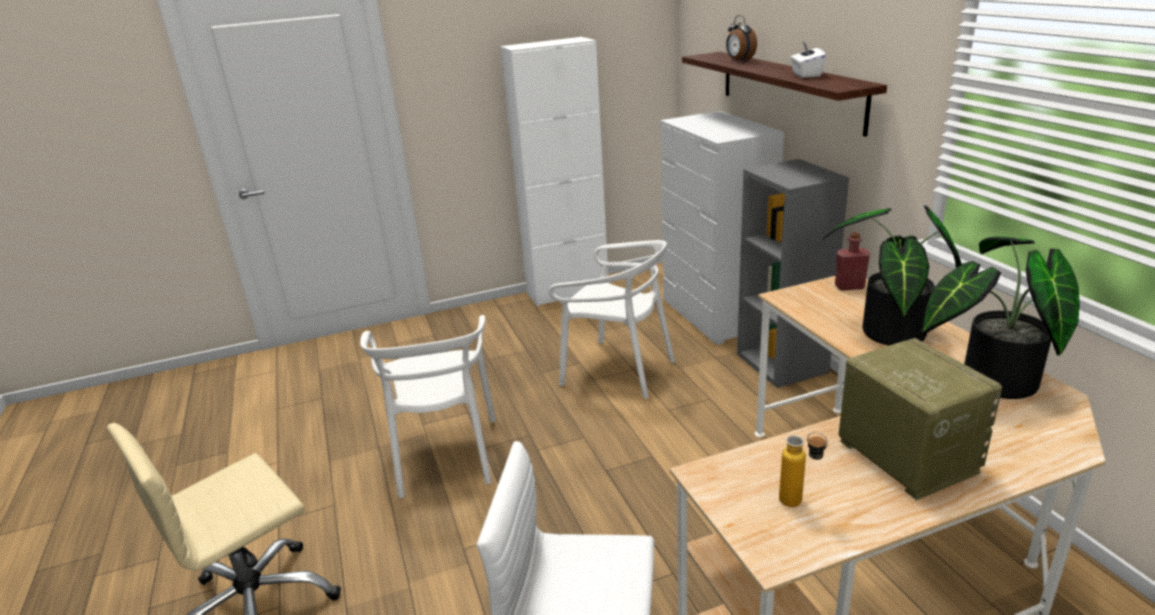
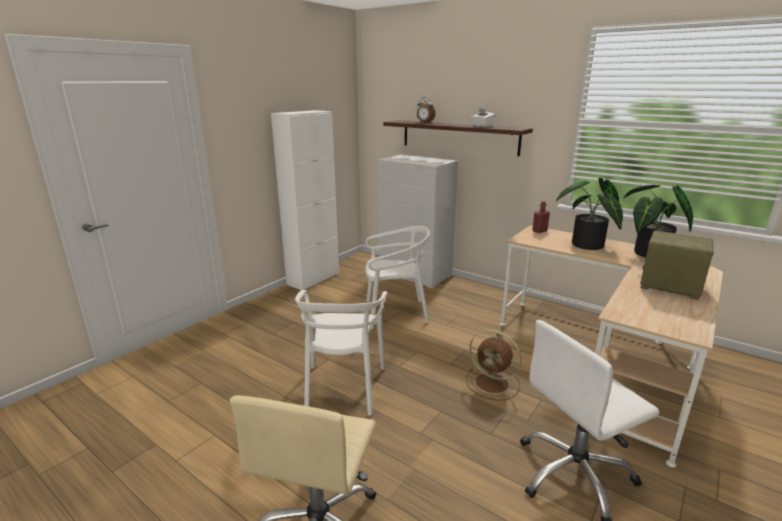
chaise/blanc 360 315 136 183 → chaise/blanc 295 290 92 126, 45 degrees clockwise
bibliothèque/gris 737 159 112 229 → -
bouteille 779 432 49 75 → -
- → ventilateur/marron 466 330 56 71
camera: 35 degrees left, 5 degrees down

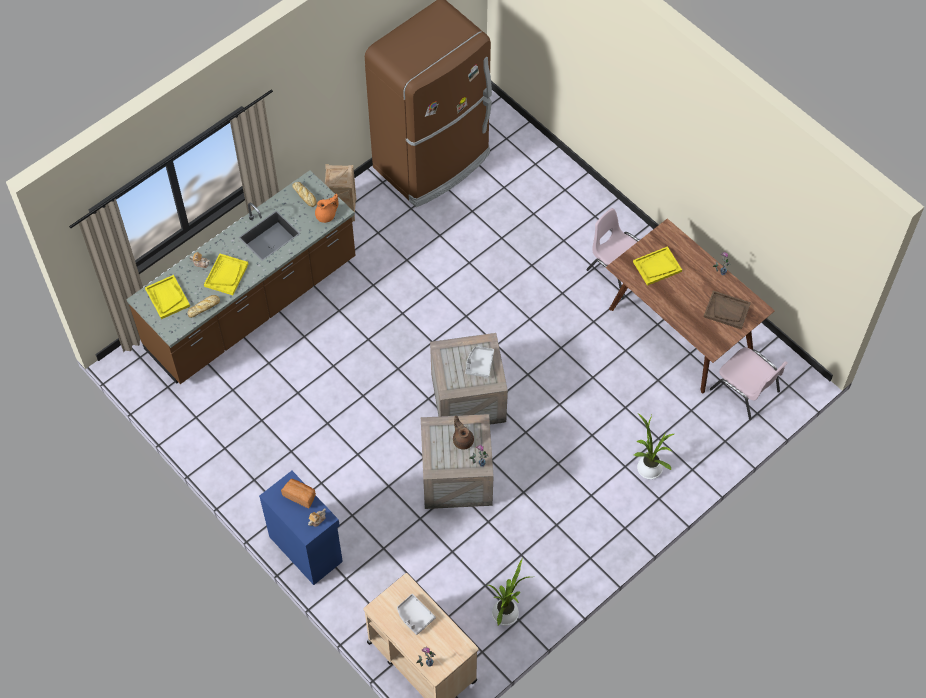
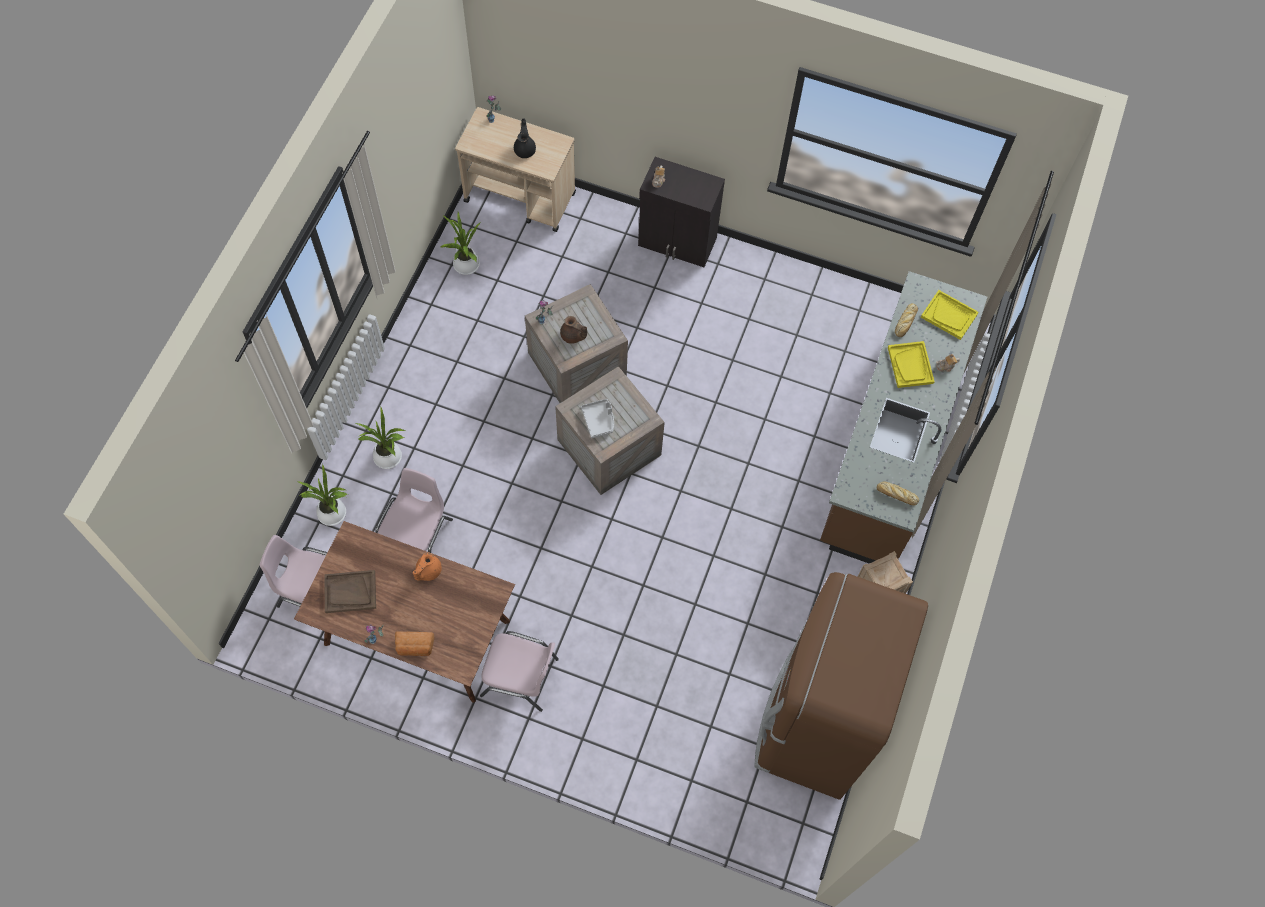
meuble de rangement/bleu 259 471 84 114 → meuble de rangement/noir 638 157 87 110
pain 281 479 35 30 → pain 395 631 40 25, moved
théière/orange 315 194 23 29 → théière/orange 413 553 29 28, moved
plateau/gris 397 594 39 41 → théière/noir 514 118 22 40
plateau/jaune 633 246 49 40 → -
- → plante en pot 296 464 52 62
- → chaise/rose 375 468 78 85
camera: 150 degrees right, 5 degrees up

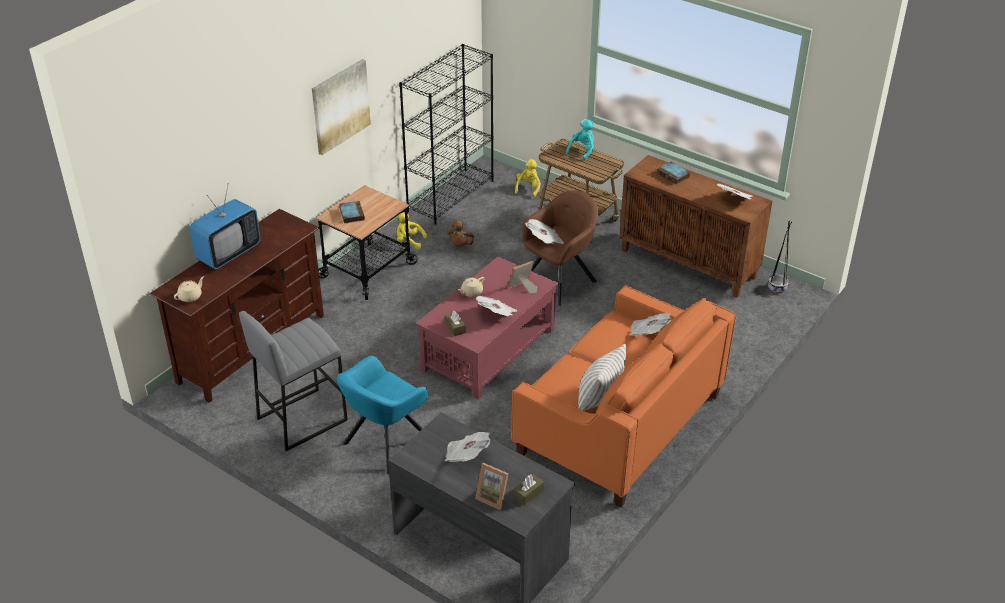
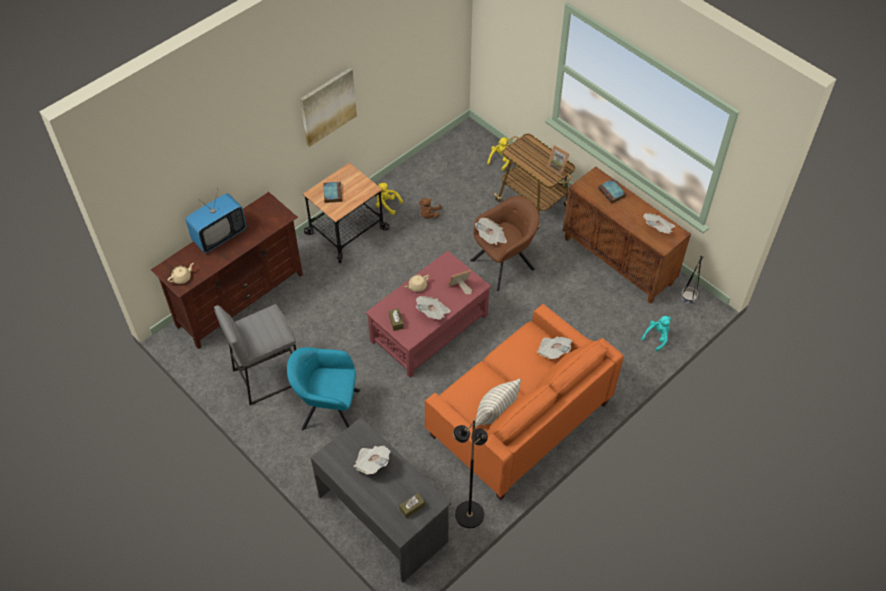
fauteuil/turquoise 337 356 91 118 → fauteuil/turquoise 287 347 73 83, 45 degrees clockwise
bibliothèque/noir 399 44 95 181 → -
cadre photo 475 463 34 47 → cadre photo 547 145 22 31, moved
peluche/turquoise 566 119 28 42 → peluche/turquoise 641 316 30 36, moved
- → lampadaire/noir 453 419 35 109
camera: 10 degrees right, 15 degrees up

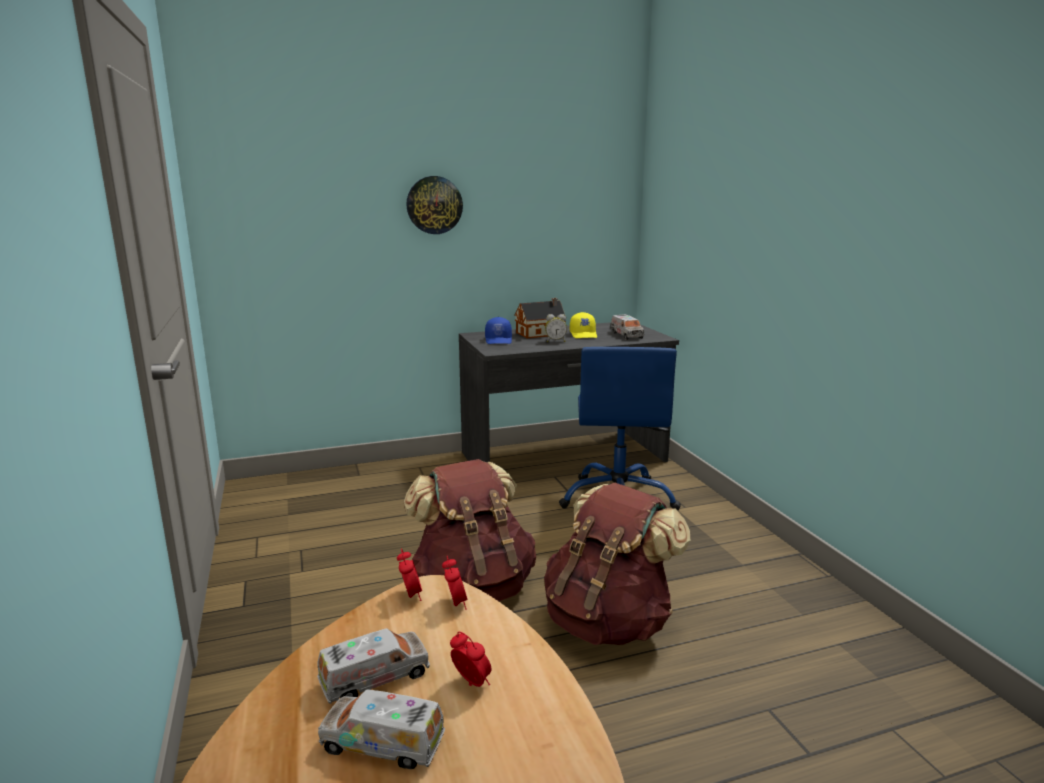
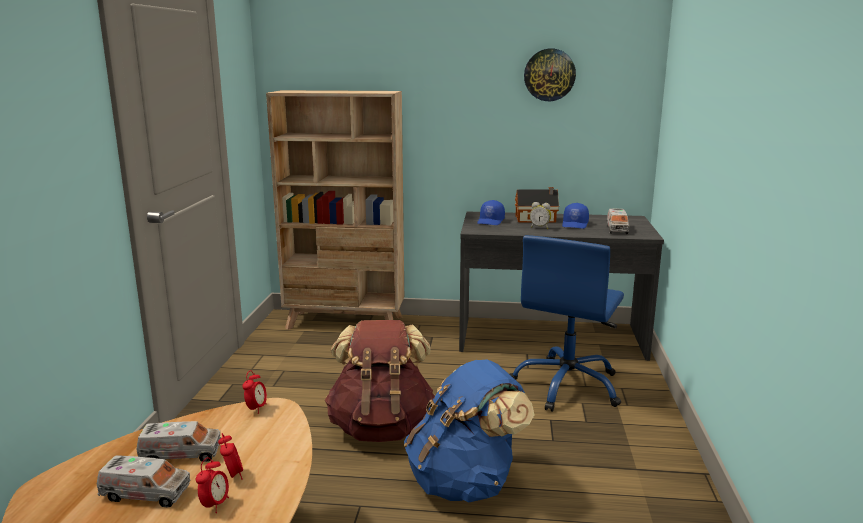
camion jouet 318 689 127 80 → camion jouet 97 455 94 53, 150 degrees clockwise
horloge murale 406 176 57 58 → horloge murale 524 49 52 52, moved
réveil 442 556 25 54 → réveil 196 457 33 56, moved
sac à dos/marron 544 483 147 162 → sac à dos/bleu 404 359 130 144
casquette/jaune 570 312 27 26 → casquette/bleu 562 203 27 26
- → bibliothèque/beige 266 90 138 240
camera: 25 degrees right, 0 degrees up

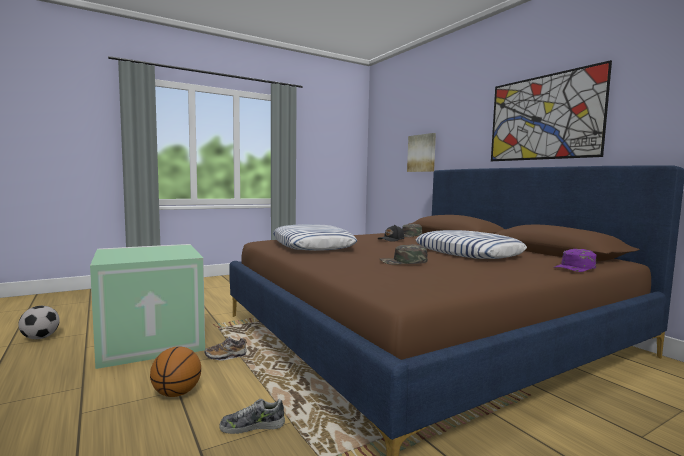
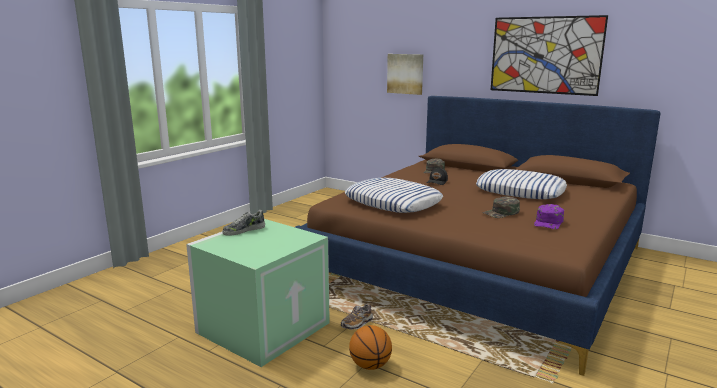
ballon de foot 18 306 42 33 → -
chaussure 219 399 66 35 → chaussure 222 210 43 26, moved
casquette/violet 555 249 41 23 → casquette/violet 534 204 30 25, moved
camera: 25 degrees left, 10 degrees up

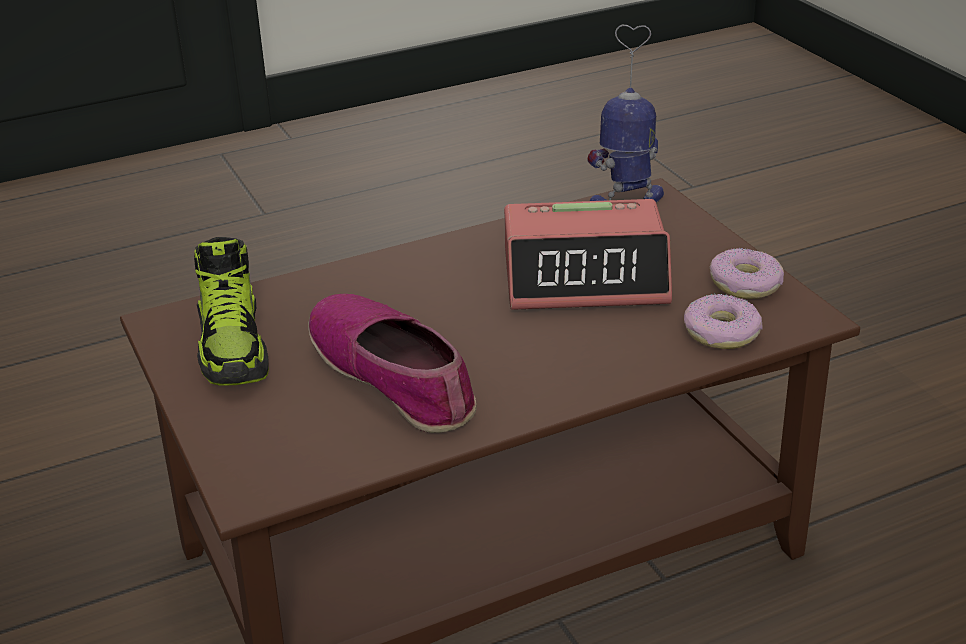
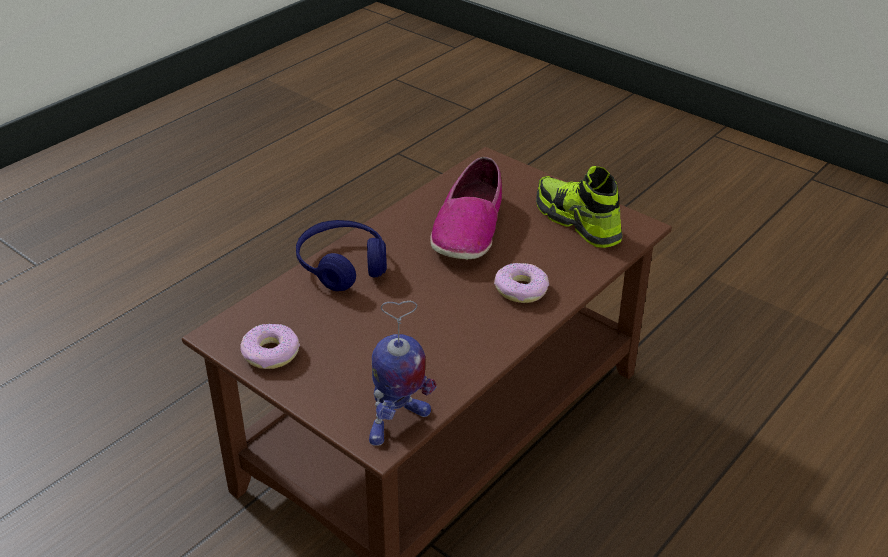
chaussure 308 294 169 139 → chaussure 430 157 72 103, 75 degrees clockwise
réveil 504 199 168 111 → -
beignet 684 294 79 55 → beignet 494 263 55 40, moved
- → casque audio/bleu 296 220 91 71
camera: 155 degrees right, 5 degrees up

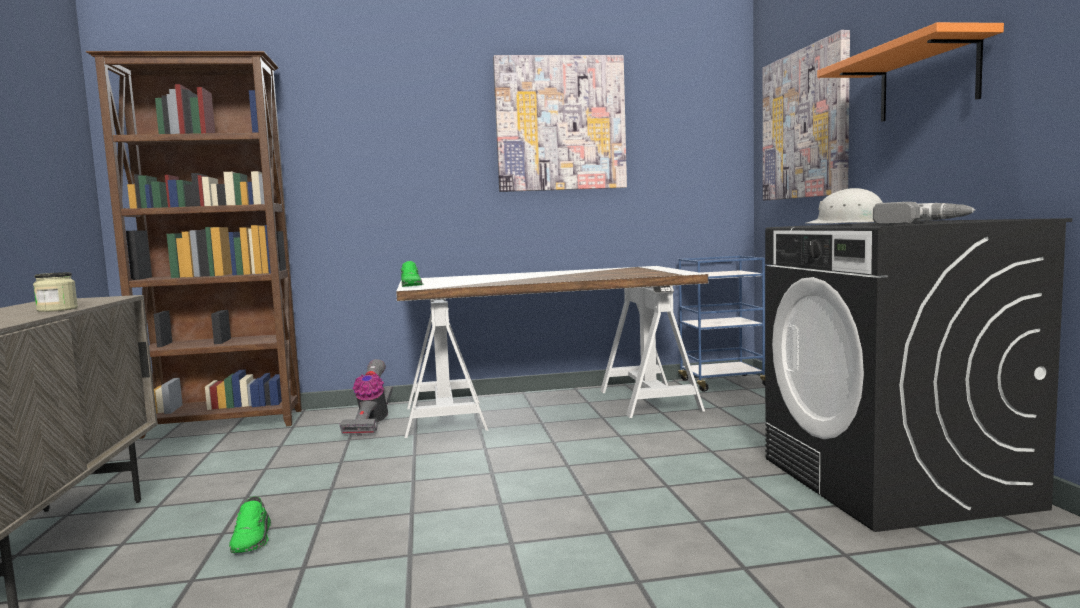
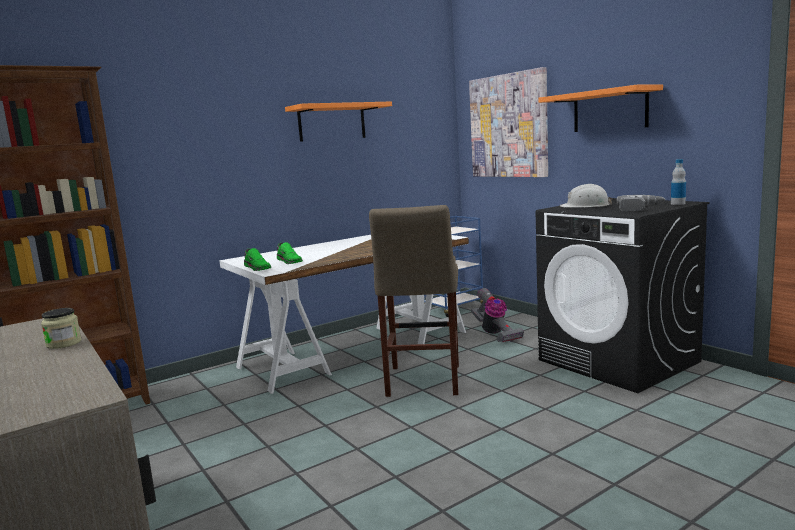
chaussure/vert 229 496 42 57 → chaussure/vert 277 242 26 22, moved
aspirateur 340 359 53 77 → aspirateur 471 288 53 54, moved
tableau 493 55 134 137 → étagère/orange 285 102 107 40
- → tabouret/beige 369 205 90 192
- → bouteille 671 159 15 46
camera: 25 degrees left, 5 degrees up

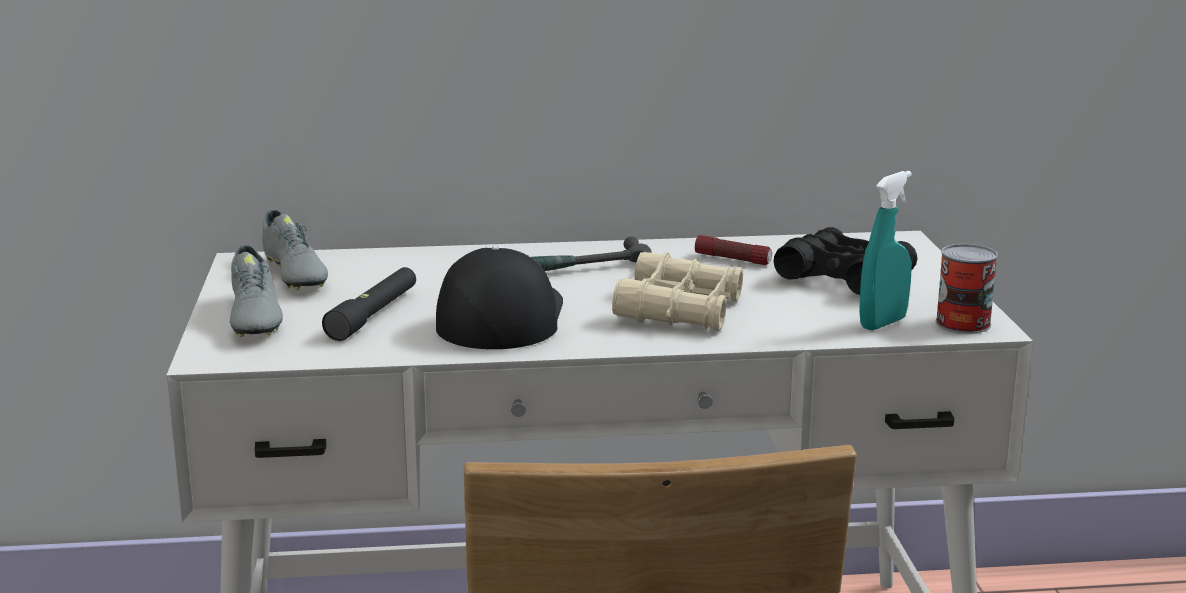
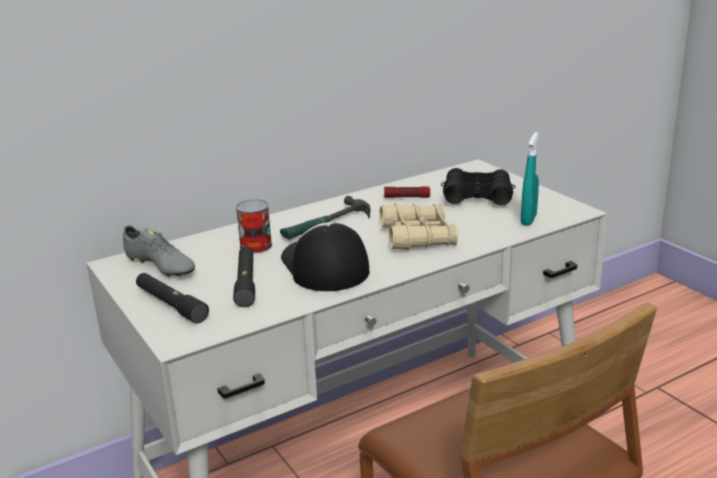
chaussure/gris 230 245 53 92 → lampe de poche/noir 136 273 73 51
boîte métallique 936 244 62 90 → boîte métallique 236 199 36 55, moved
camera: 25 degrees left, 5 degrees up

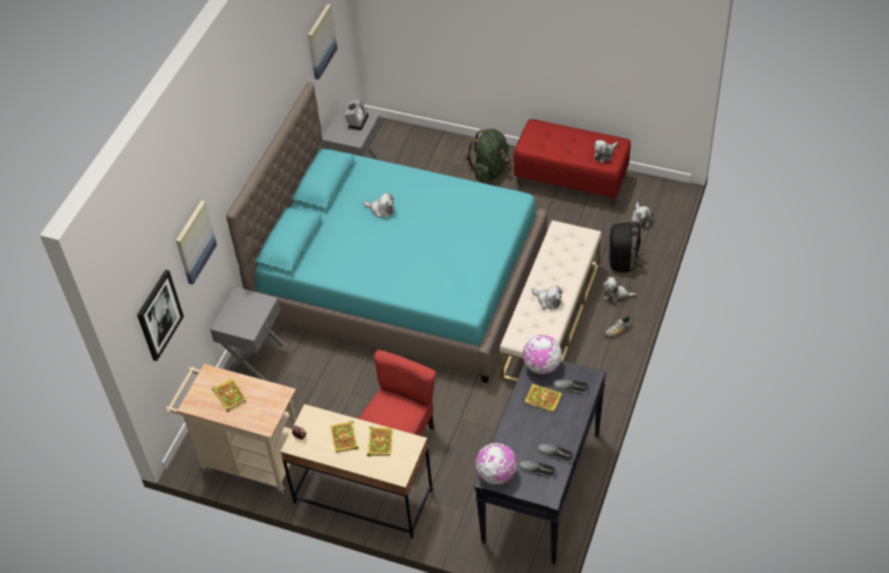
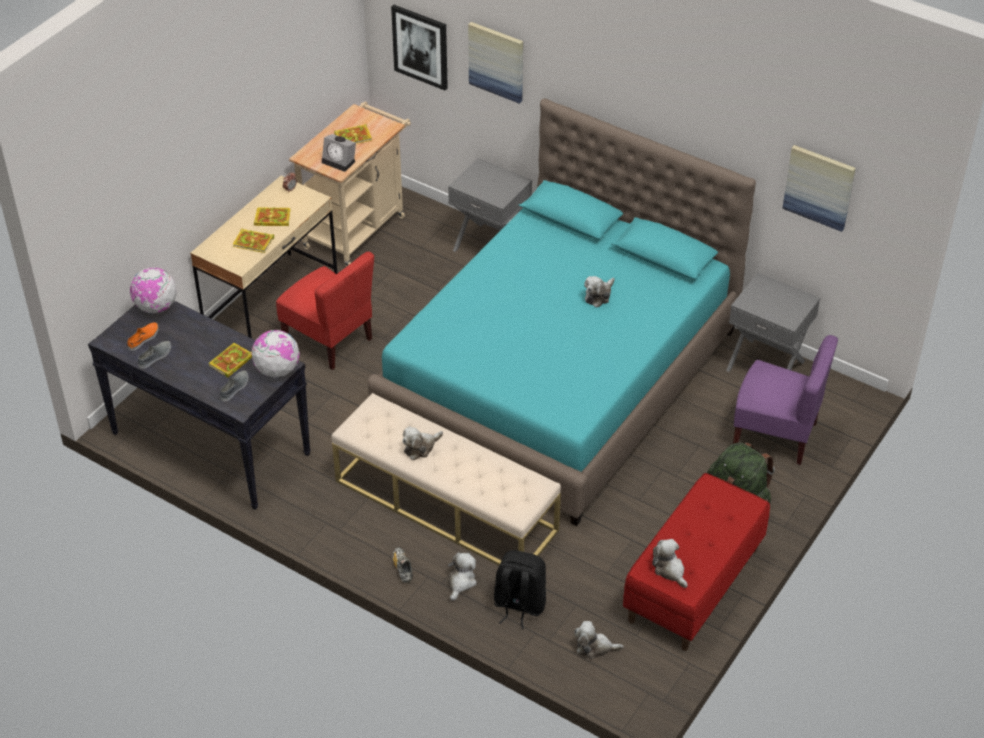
réveil 344 99 25 31 → réveil 322 134 34 38, moved
chaussure/gris 520 461 36 16 → chaussure/orange 127 322 32 29
- → chaise/violet 733 335 105 130
camera: 100 degrees right, 5 degrees down

